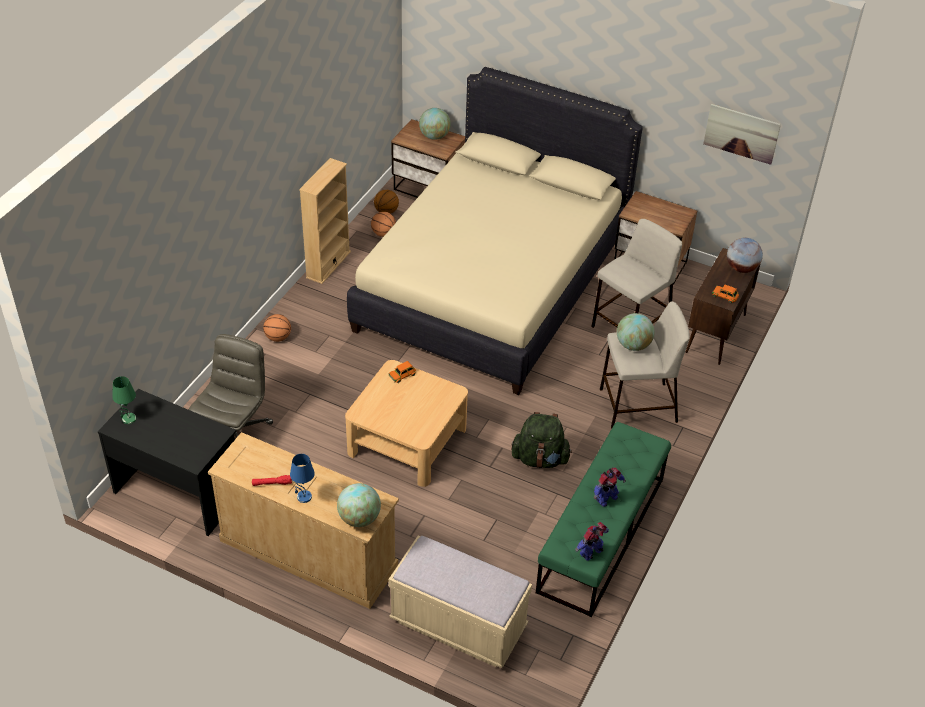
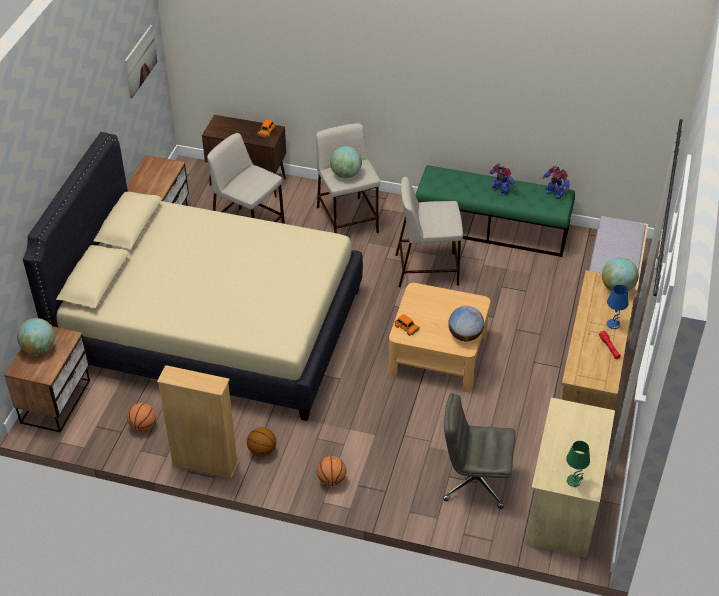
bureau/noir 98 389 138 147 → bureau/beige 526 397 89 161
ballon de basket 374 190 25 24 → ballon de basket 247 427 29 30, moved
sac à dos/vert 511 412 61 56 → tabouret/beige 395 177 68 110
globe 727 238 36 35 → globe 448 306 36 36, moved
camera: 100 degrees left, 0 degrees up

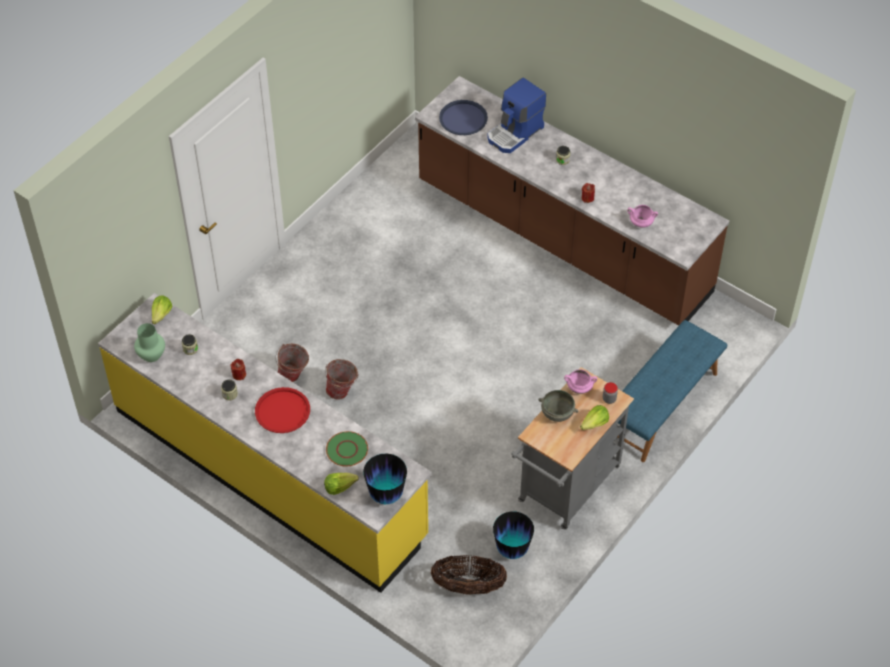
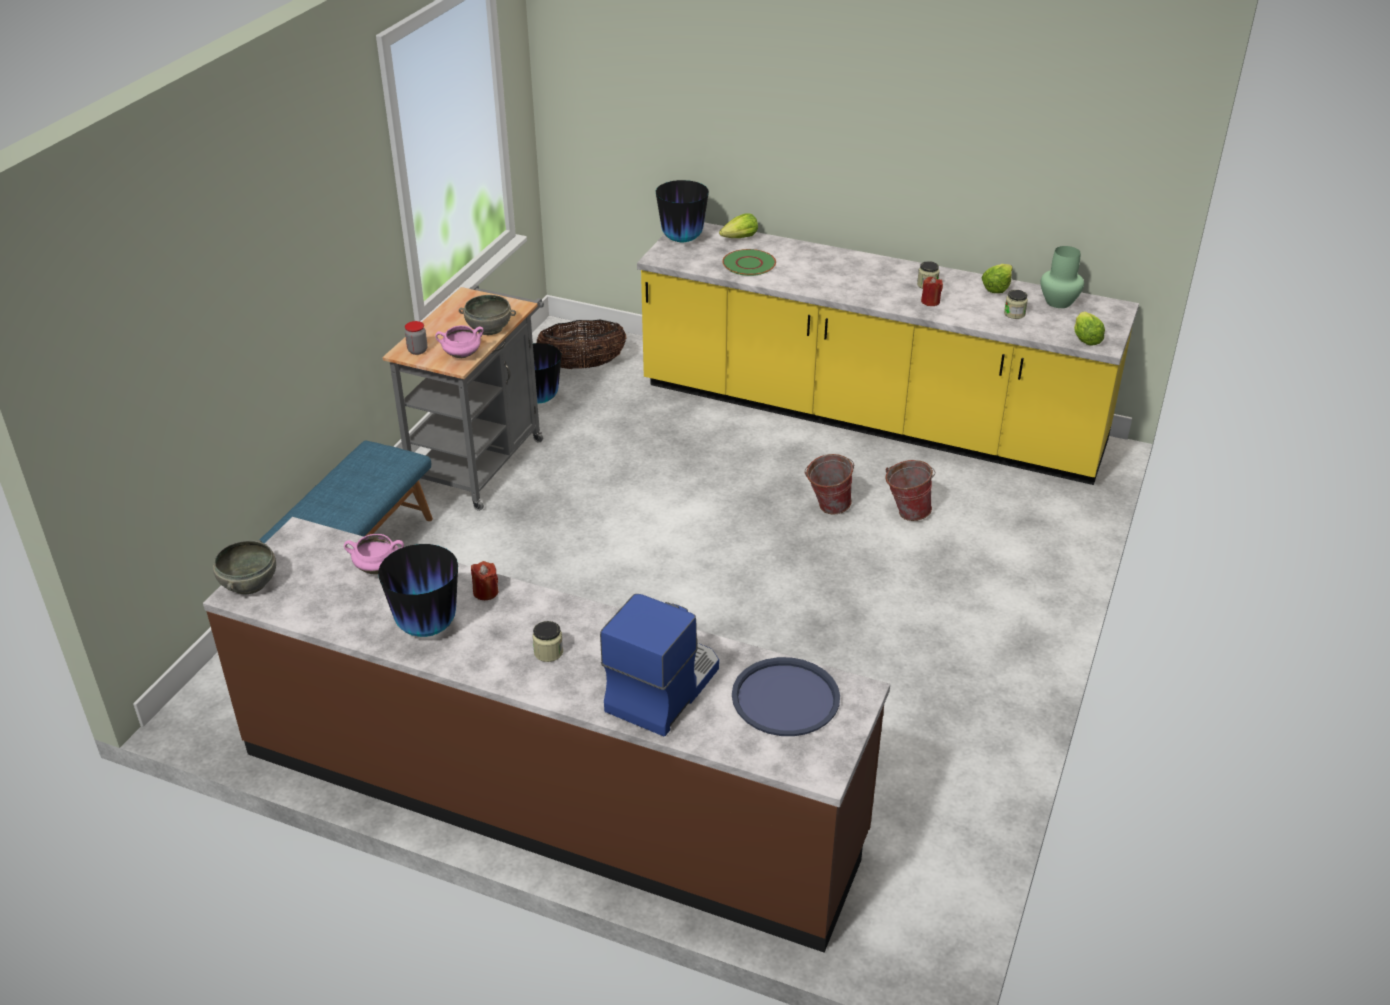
plateau/rouge 255 387 55 46 → -
laitue 580 405 29 25 → laitue 982 264 31 29, moved
- → bol/gris 213 540 63 54
- → vase 378 544 80 93
camera: 165 degrees right, 15 degrees down

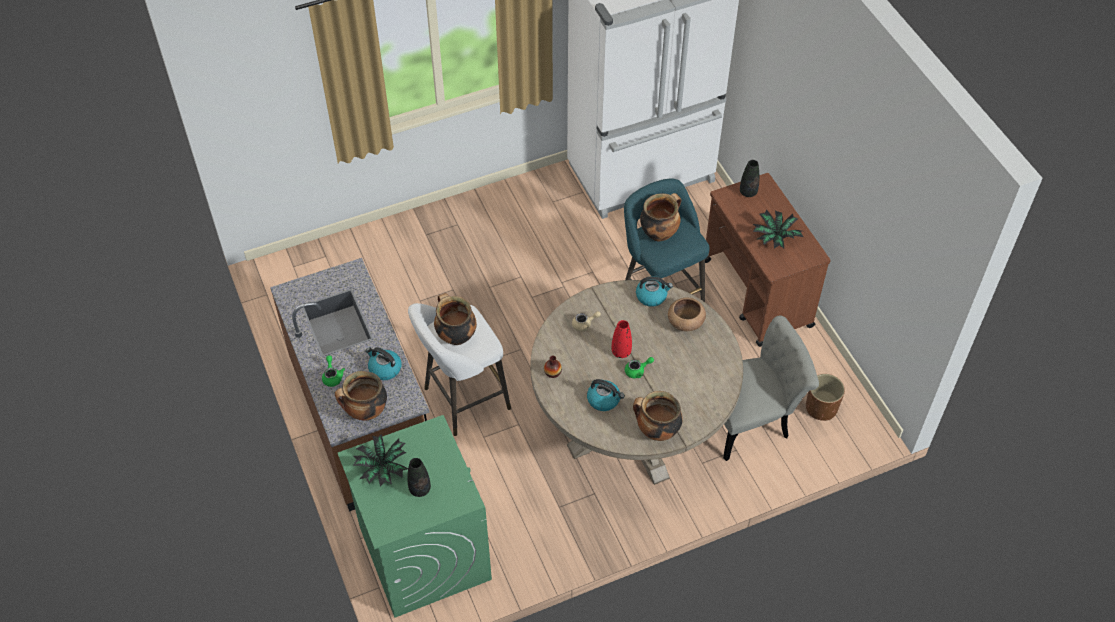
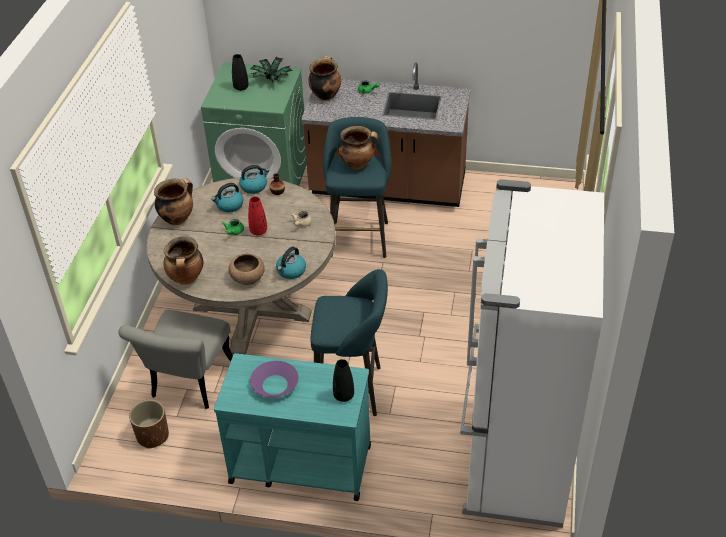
bouilloire 366 347 36 33 → bouilloire 239 165 30 29, moved
tabouret/blanc 408 303 103 133 → tabouret/turquoise 323 117 68 141
marmite 640 193 41 48 → marmite 163 236 40 49, moved
chariot/marron 705 173 126 174 → chariot/turquoise 214 353 157 148
plante en pot 753 210 50 39 → bol/violet 250 361 49 37
camera: 125 degrees right, 10 degrees down

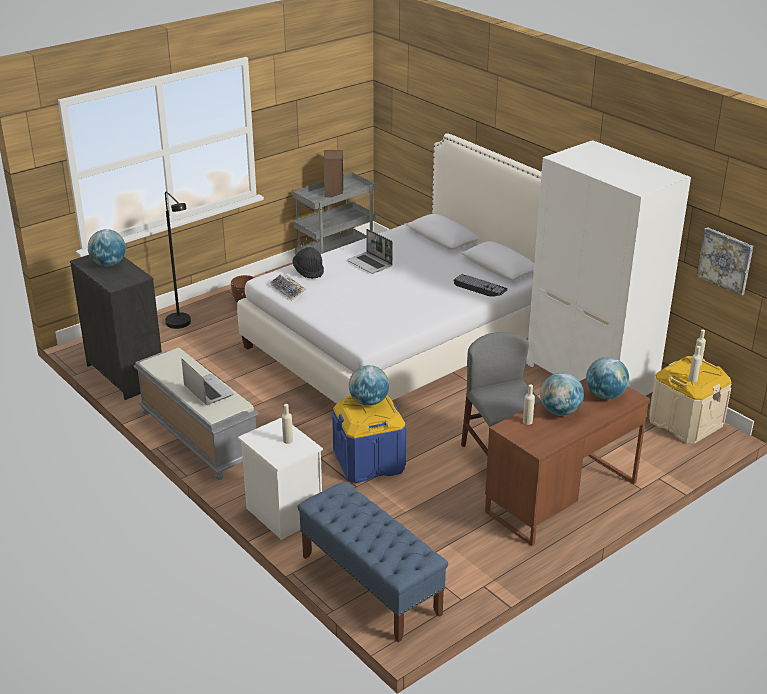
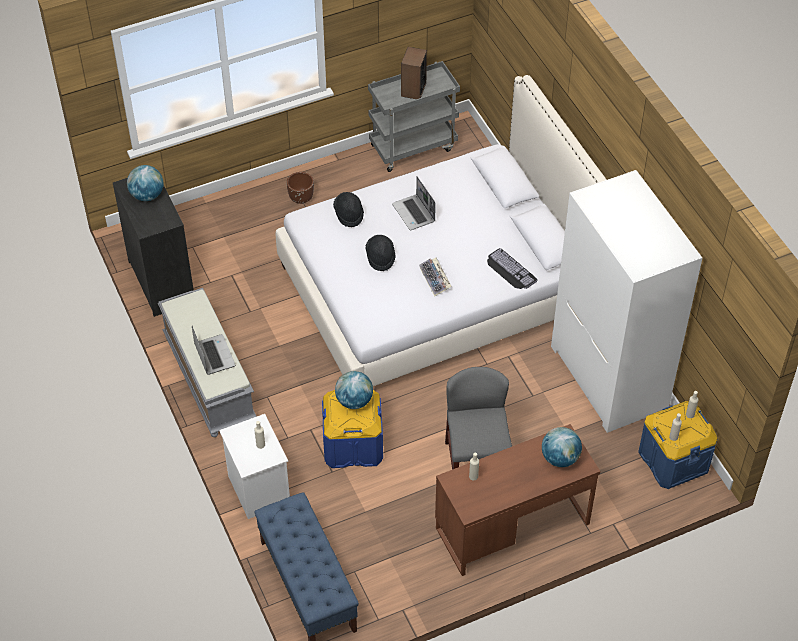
lampadaire/noir 165 191 26 138 → -
clavier 270 274 36 27 → clavier 419 258 33 38, moved
globe 540 372 44 44 → -
boîte de rangement/beige 649 356 83 88 → boîte de rangement/bleu 638 401 79 88
tableau 697 227 56 69 → -
- → chapeau/noir 365 235 31 36
camera: 15 degrees right, 20 degrees up

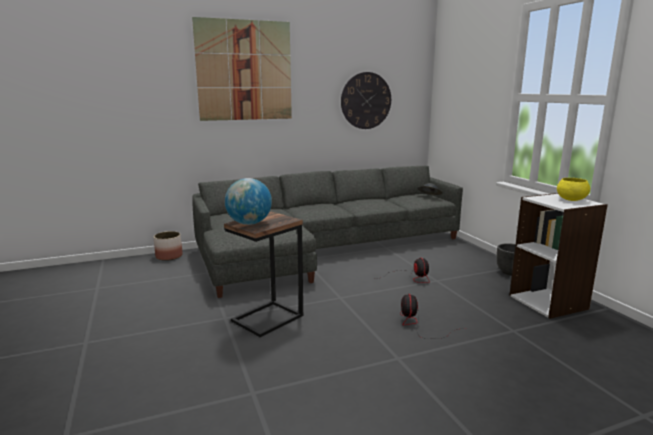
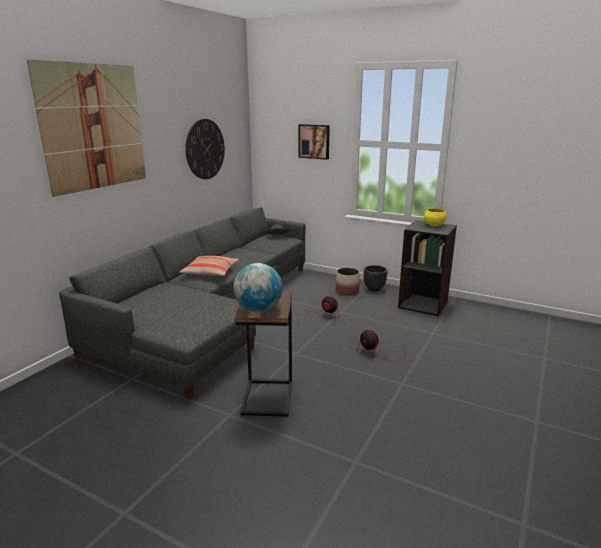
cache-pot 154 231 29 30 → cache-pot 336 268 24 27, moved
bibliothèque/blanc 509 193 99 126 → bibliothèque/noir 398 220 59 96
- → coussin 179 256 60 20
- → tableau 298 124 32 36
camera: 40 degrees left, 5 degrees up

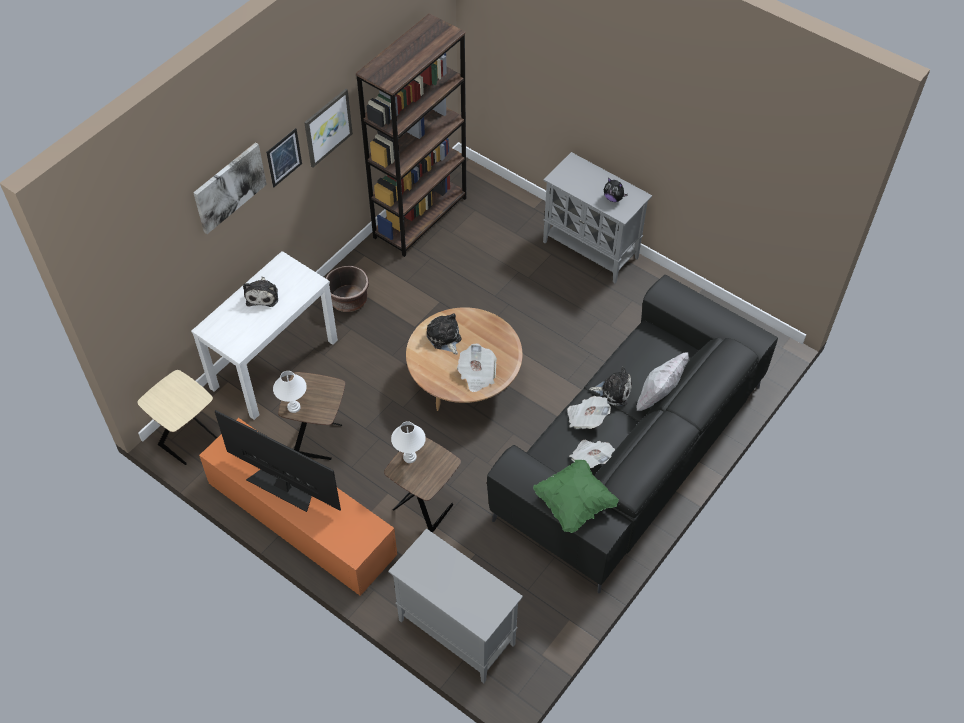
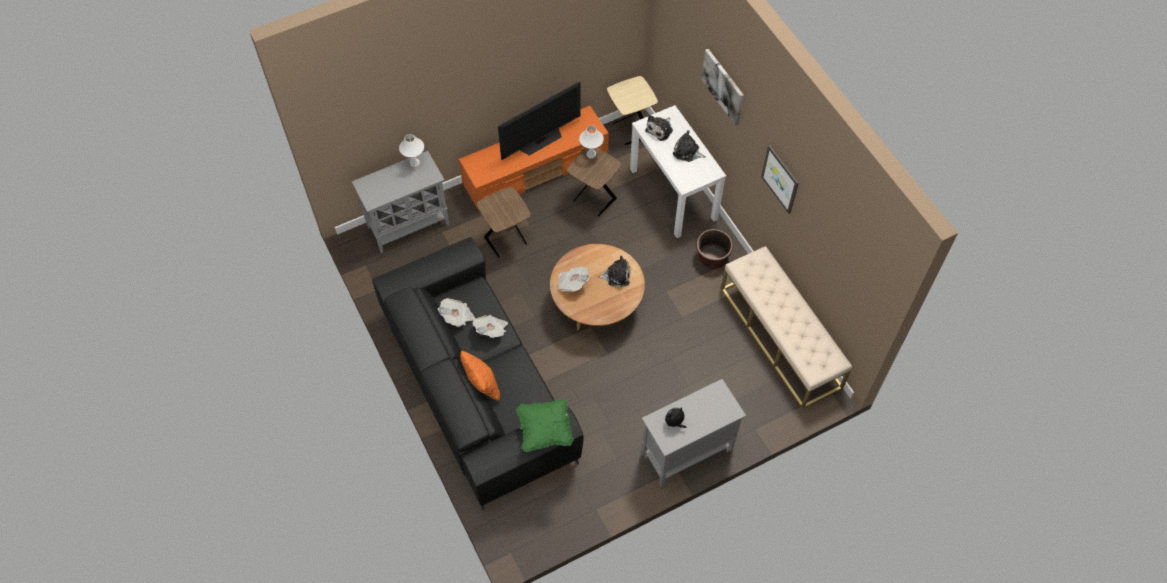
tableau 266 128 36 59 → -
bibliothèque/marron 356 13 110 244 → banc/beige 721 246 131 163
lampe de table/blanc 391 421 35 42 → lampe de table/blanc 399 134 25 33, moved
coussin/vert 533 460 86 73 → coussin/vert 516 399 58 53, moved
peluche 589 367 43 39 → peluche 645 115 28 26, moved
coussin/blanc 636 352 53 59 → coussin/orange 460 351 40 50
camera: 115 degrees right, 5 degrees up

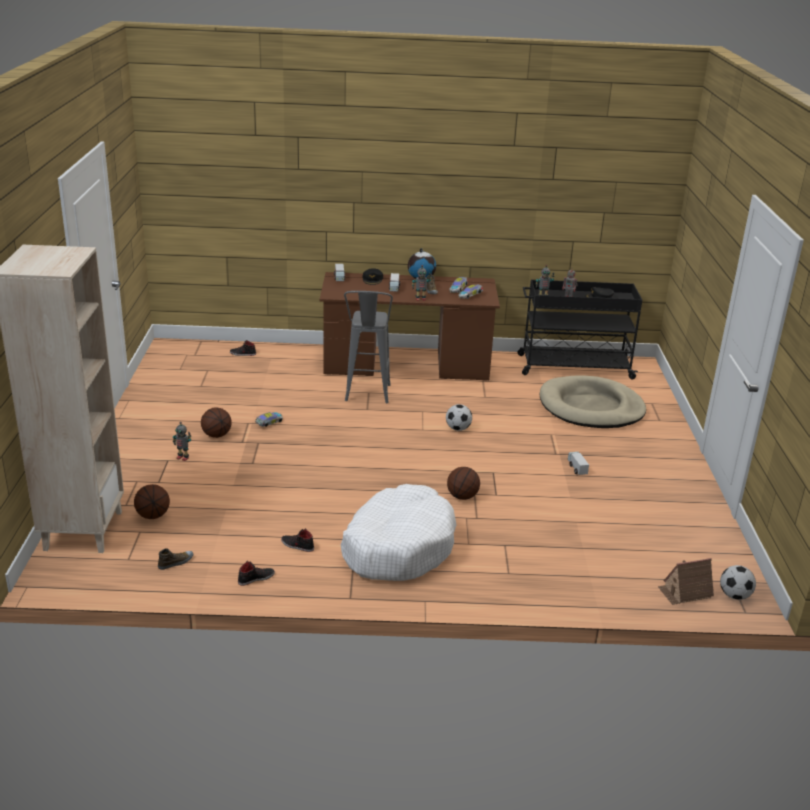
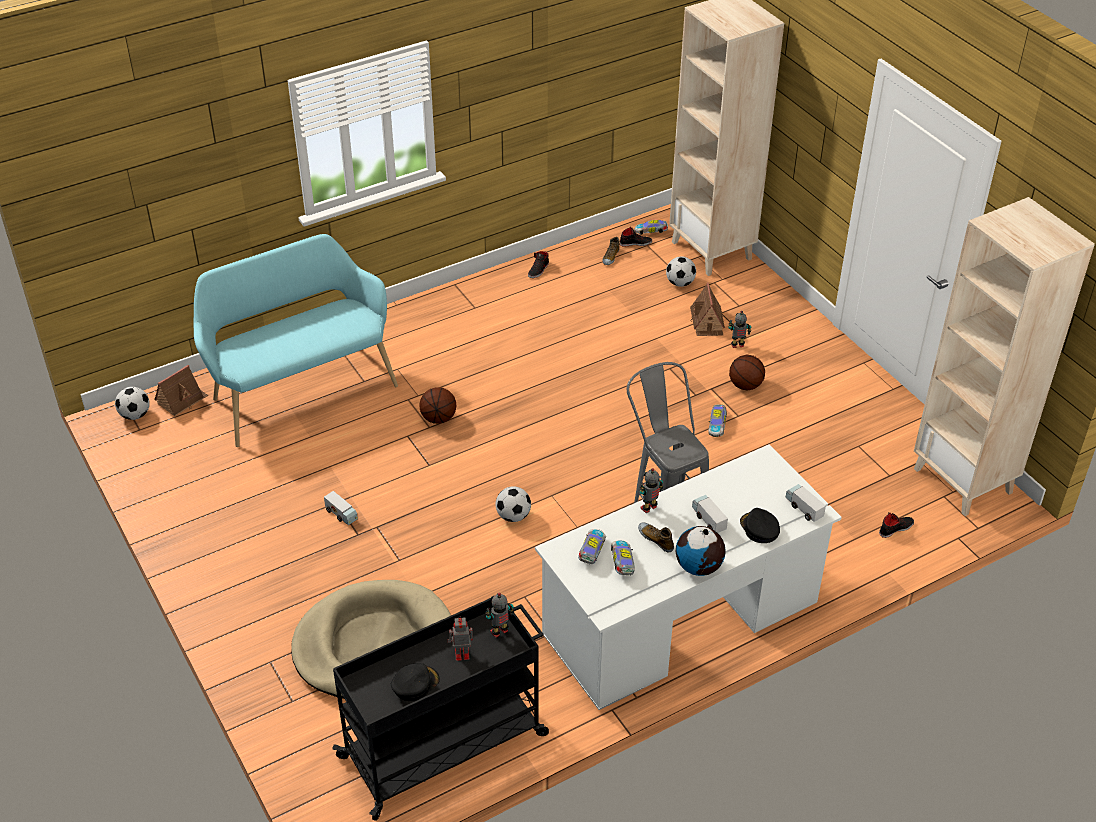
ballon de basket 134 484 36 35 → ballon de foot 666 256 30 31
chaussure/noir 281 528 33 24 → chaussure/noir 620 226 32 21, moved
bureau/marron 320 272 180 109 → bureau/blanc 535 444 307 266
panier pour chien/blanc 341 484 116 97 → -
- → banc/turquoise 194 234 204 213
- → petite voiture 634 220 34 15
- → maison miniature 690 283 35 53
- → bibliothèque/beige 914 197 181 319
camera: 150 degrees right, 15 degrees up

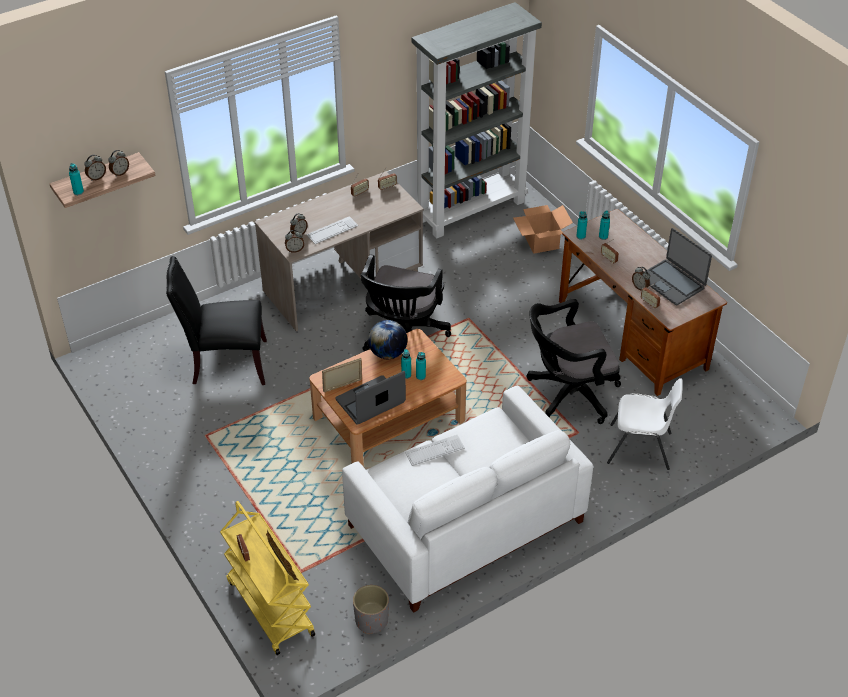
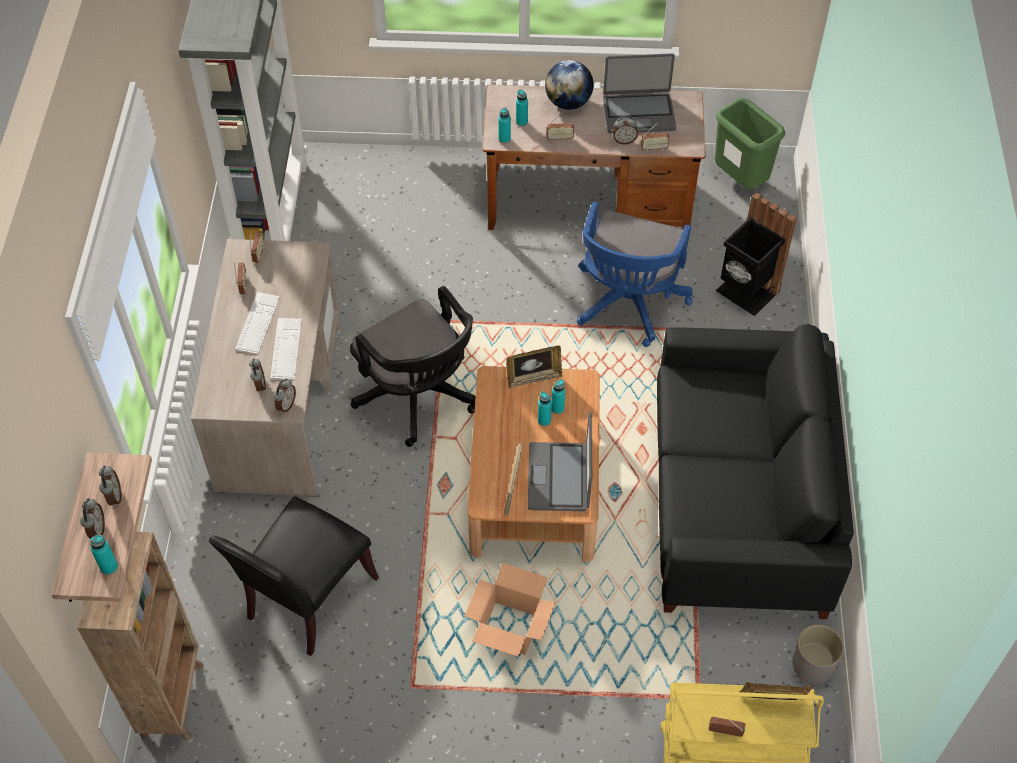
canapé/blanc 342 386 251 227 → canapé/noir 657 324 197 295
globe 368 320 39 39 → globe 545 60 49 50, moved
clavier 405 435 60 31 → clavier 235 292 45 63, moved
carton 513 205 60 49 → carton 465 563 91 94, moved
chaise de bureau/noir 526 299 95 125 → chaise de bureau/bleu 577 202 116 145
chaise/blanc 607 378 76 92 → poubelle/noir 716 192 81 124
- → bibliothèque/marron 77 532 127 209
- → cadre photo 506 346 56 42
- → poubelle/vert 714 98 71 91
camera: 55 degrees left, 10 degrees up

